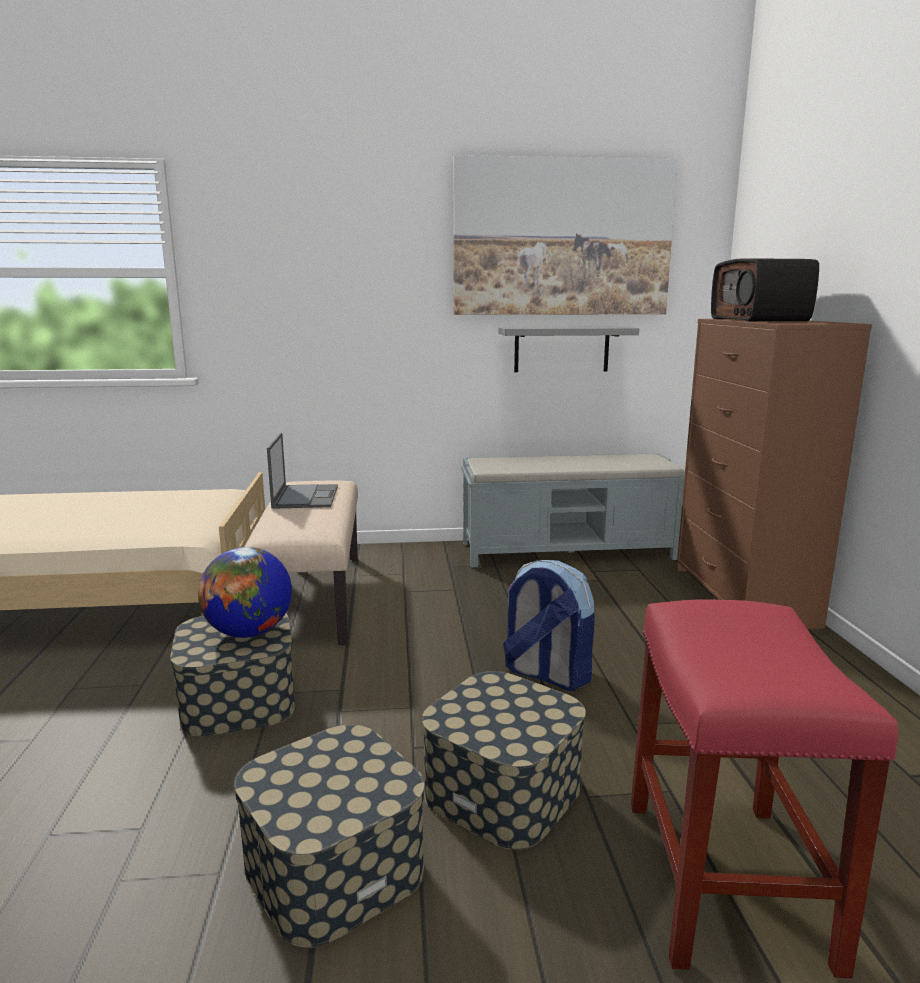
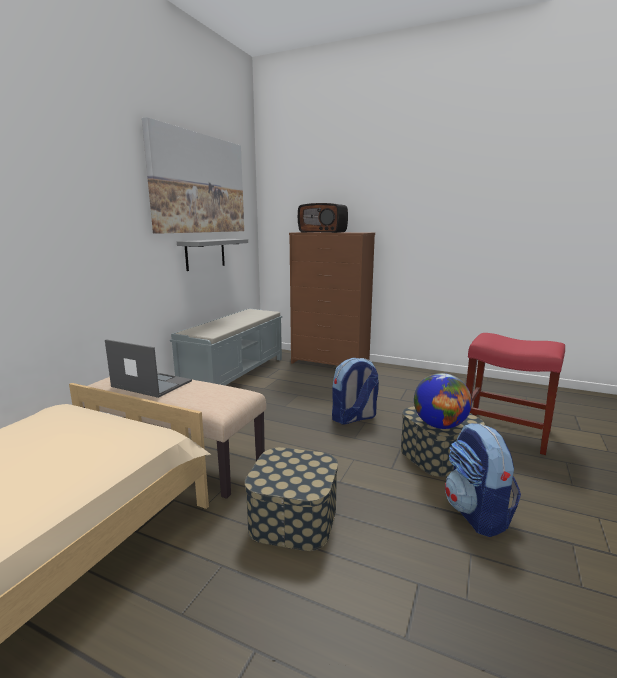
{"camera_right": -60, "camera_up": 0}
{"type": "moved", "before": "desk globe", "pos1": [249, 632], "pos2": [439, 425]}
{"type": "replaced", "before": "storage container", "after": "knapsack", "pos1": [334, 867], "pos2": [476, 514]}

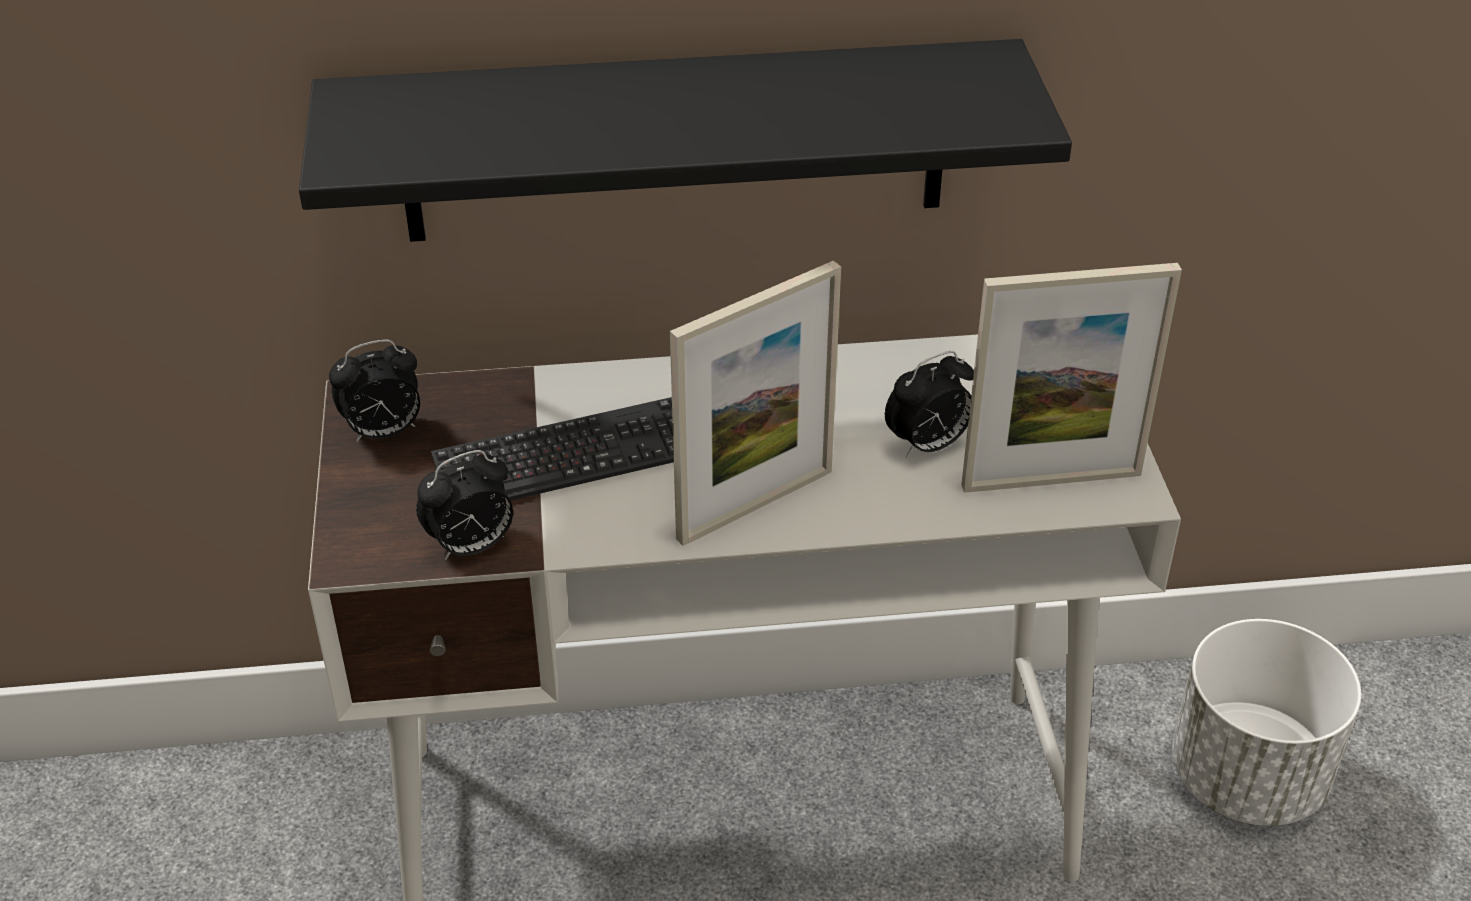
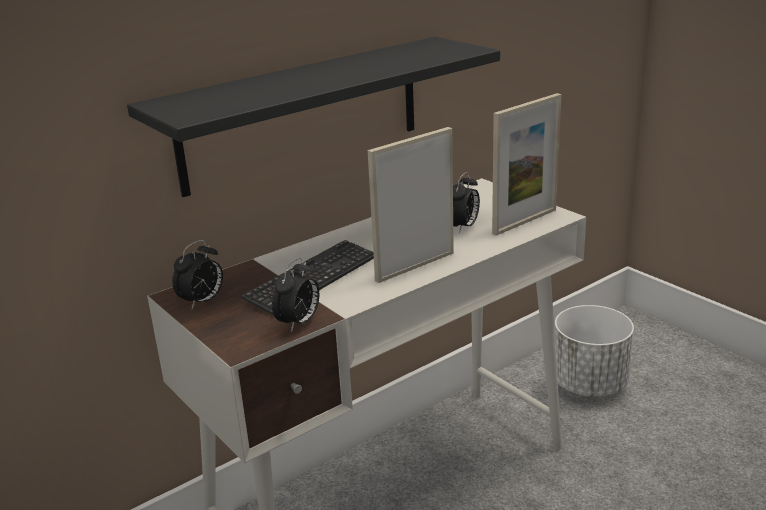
{"camera_right": -30, "camera_up": -15}
{"type": "turned", "before": "photo frame", "pos1": [755, 505], "pos2": [415, 266], "turn": -150}

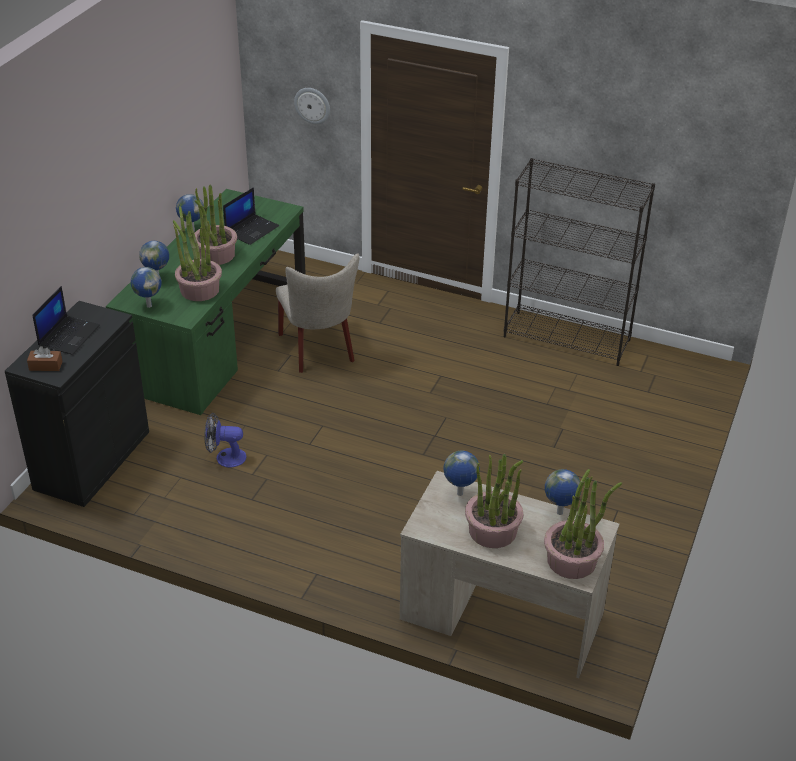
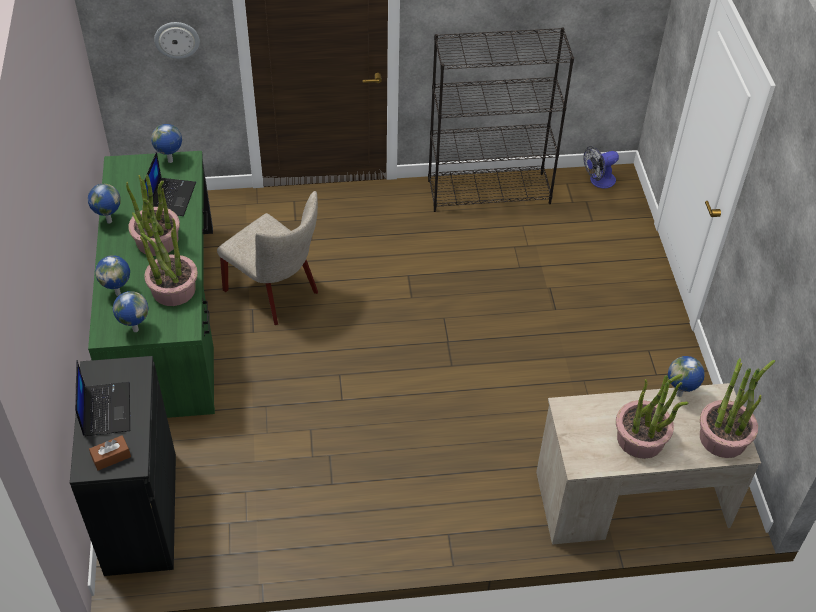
{"camera_right": -30, "camera_up": 10}
{"type": "moved", "before": "electric fan", "pos1": [225, 457], "pos2": [598, 181]}
{"type": "moved", "before": "desk globe", "pos1": [460, 494], "pos2": [170, 161]}

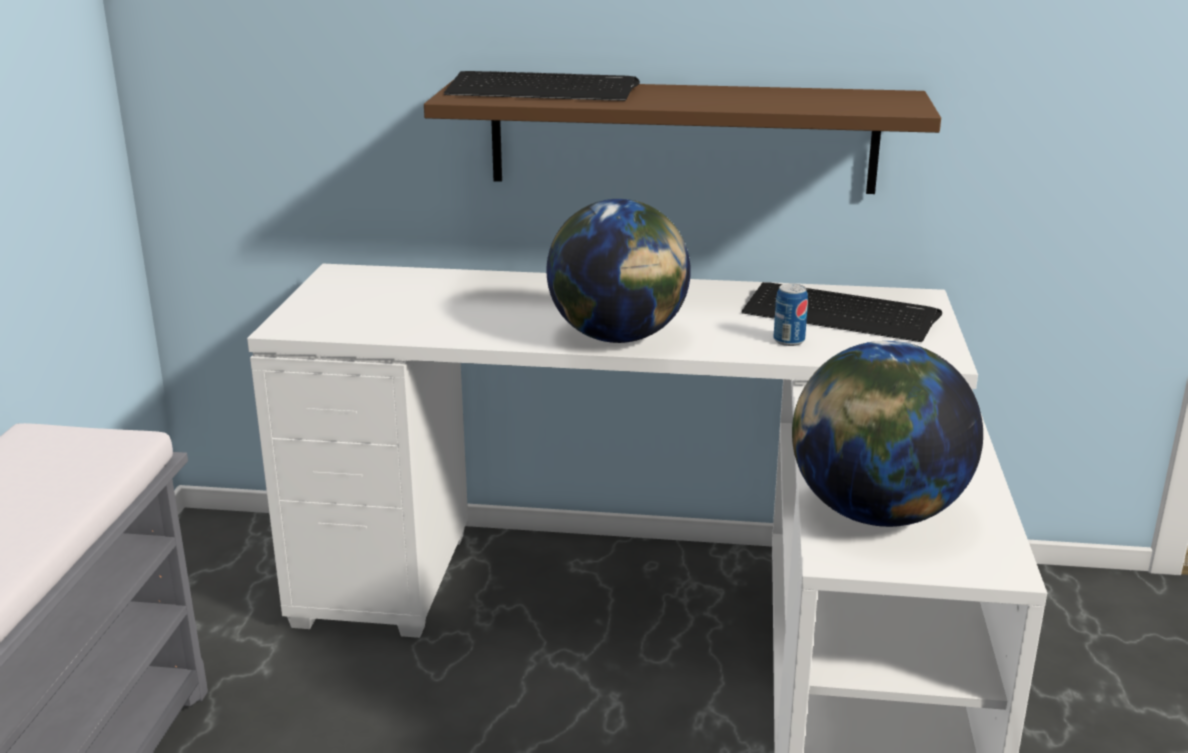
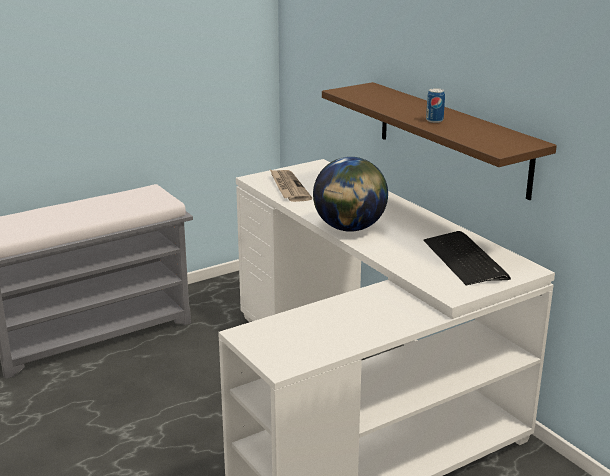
{"camera_right": 50, "camera_up": 0}
{"type": "removed", "before": "keyboard", "pos1": [541, 91]}
{"type": "moved", "before": "can", "pos1": [789, 341], "pos2": [434, 120]}
{"type": "removed", "before": "desk globe", "pos1": [875, 513]}
{"type": "added", "after": "newspaper", "pos2": [288, 187]}

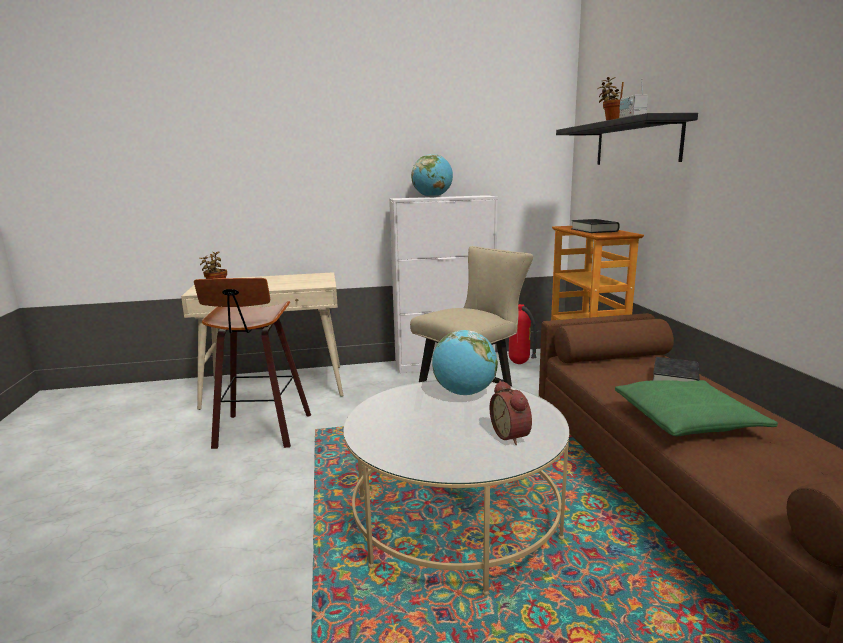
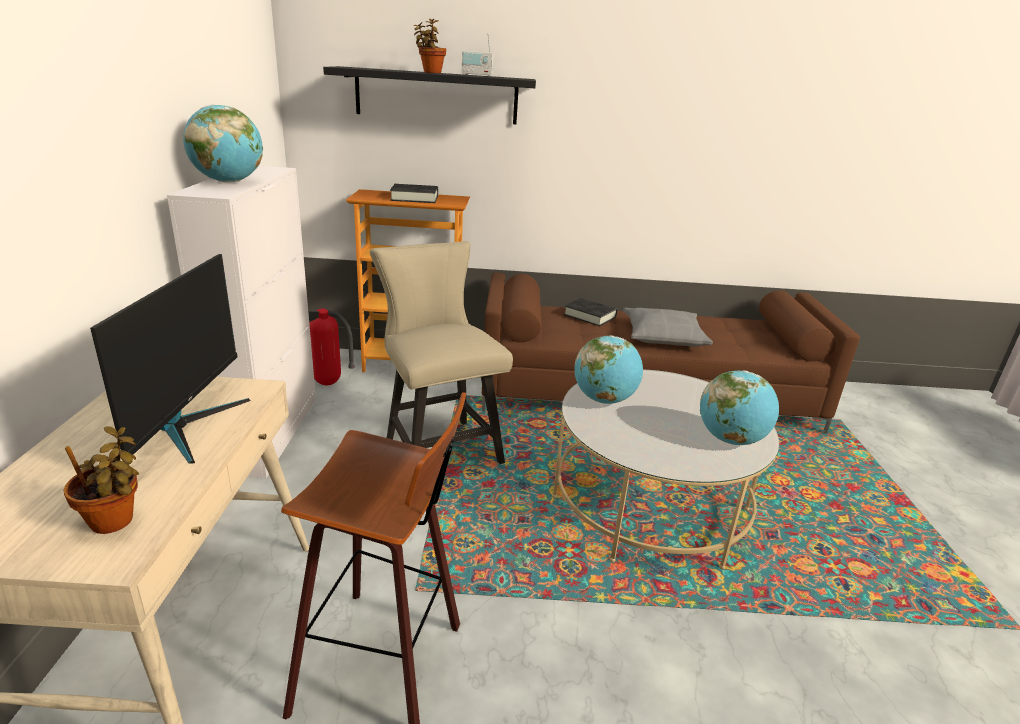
{"camera_right": -80, "camera_up": 10}
{"type": "removed", "before": "alarm clock", "pos1": [512, 435]}
{"type": "recoloured", "before": "green-coloured pillow", "after": "greyish pillow", "pos1": [688, 420], "pos2": [663, 336]}
{"type": "added", "after": "monitor", "pos2": [188, 425]}
{"type": "added", "after": "desk globe", "pos2": [731, 440]}

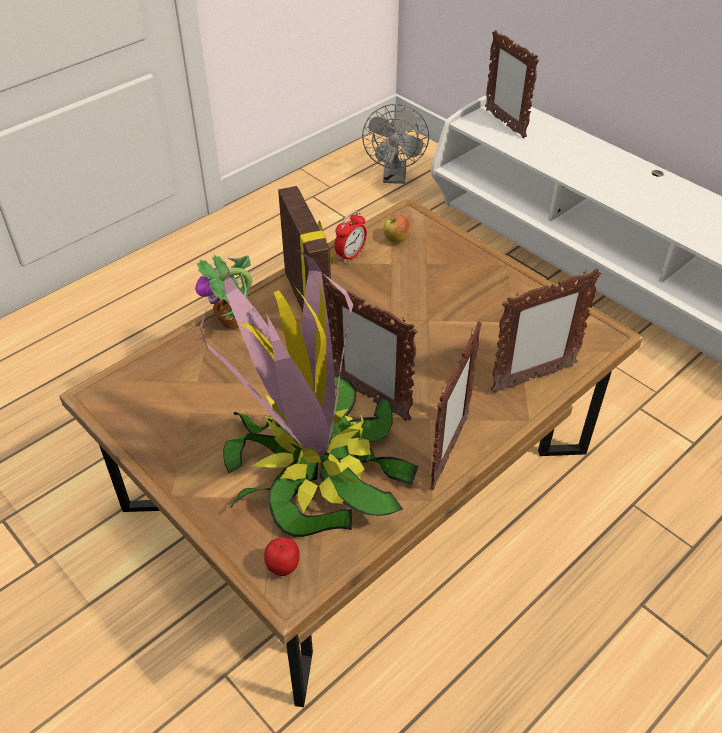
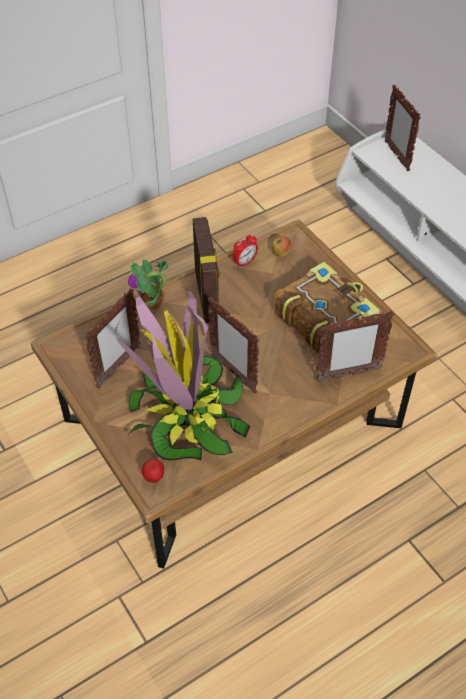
{"camera_right": 10, "camera_up": 5}
{"type": "removed", "before": "greyish electric fan", "pos1": [395, 177]}
{"type": "moved", "before": "photo frame", "pos1": [448, 453], "pos2": [118, 367]}
{"type": "added", "after": "bound book", "pos2": [324, 318]}

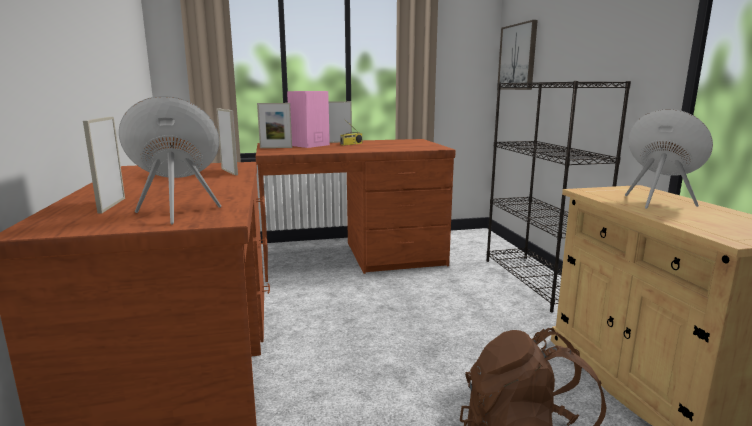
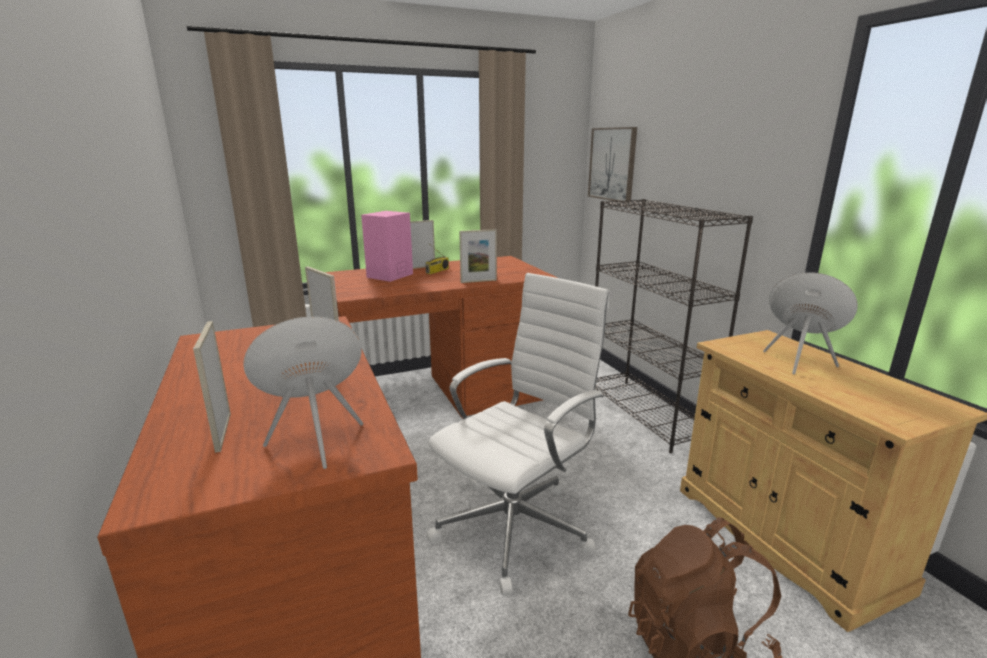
{"camera_right": -10, "camera_up": 5}
{"type": "moved", "before": "photo frame", "pos1": [276, 147], "pos2": [478, 281]}
{"type": "added", "after": "whitish desk chair", "pos2": [517, 526]}

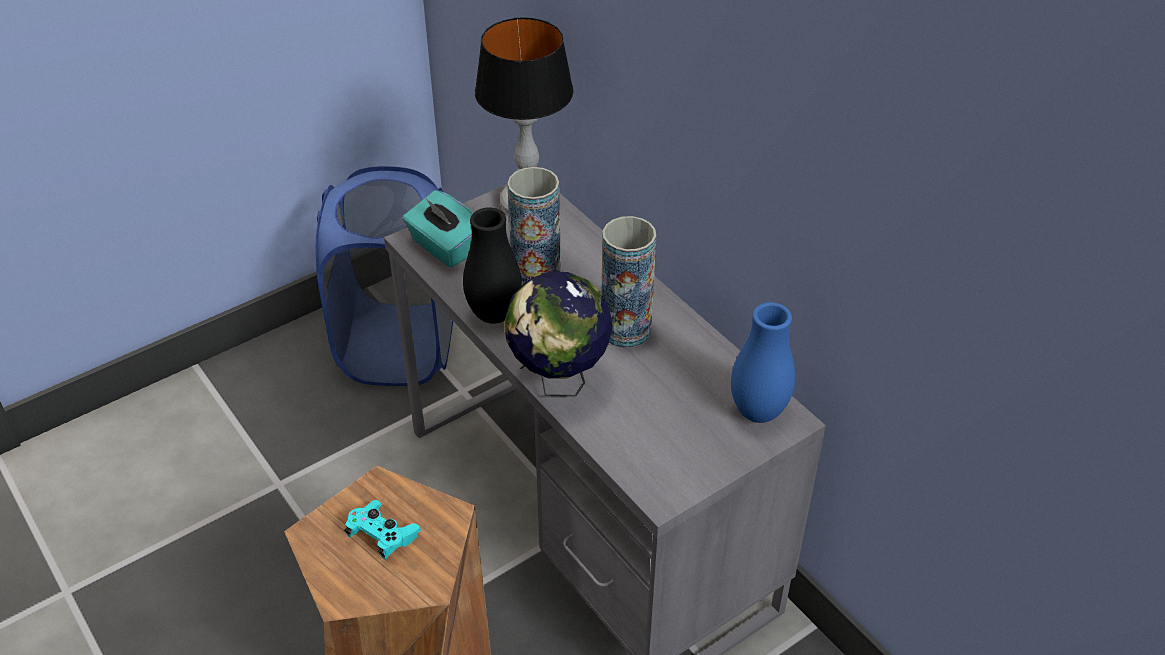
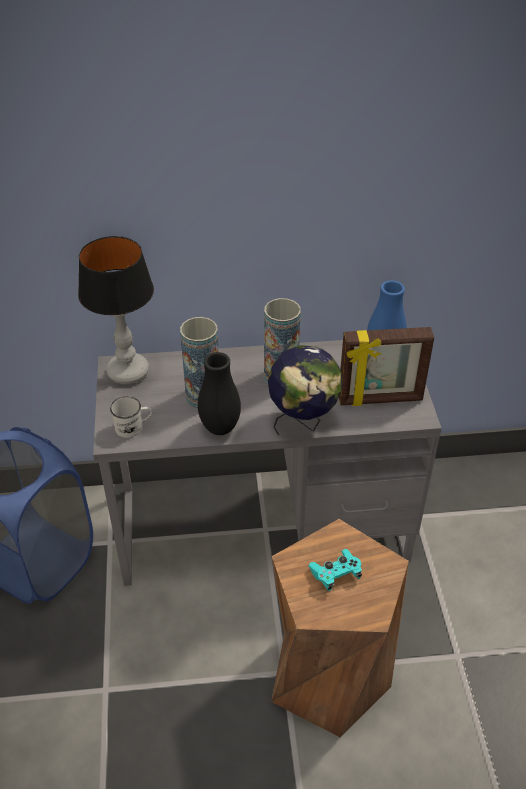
{"camera_right": -60, "camera_up": 0}
{"type": "replaced", "before": "turquoise tissue box", "after": "whitish coffee mug", "pos1": [445, 247], "pos2": [133, 427]}
{"type": "added", "after": "photo frame", "pos2": [380, 400]}

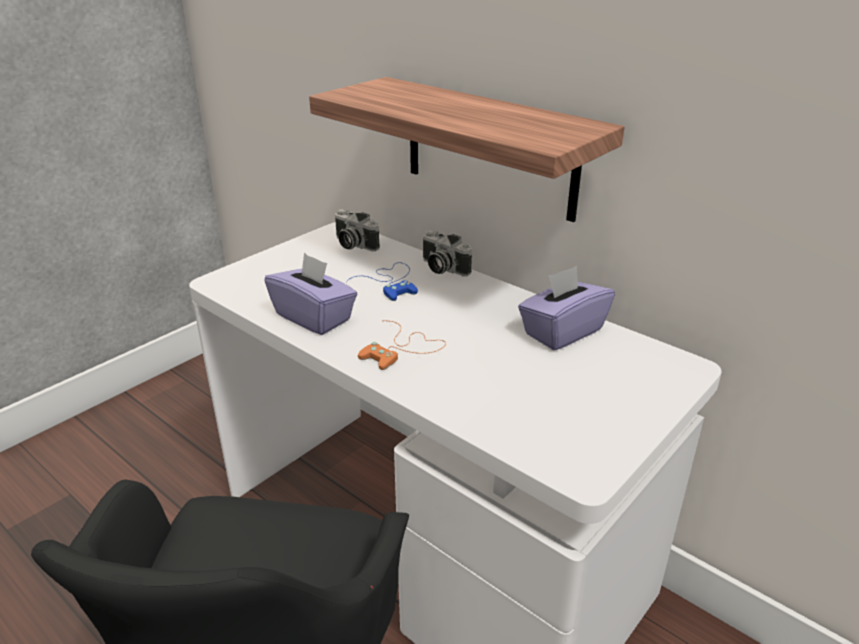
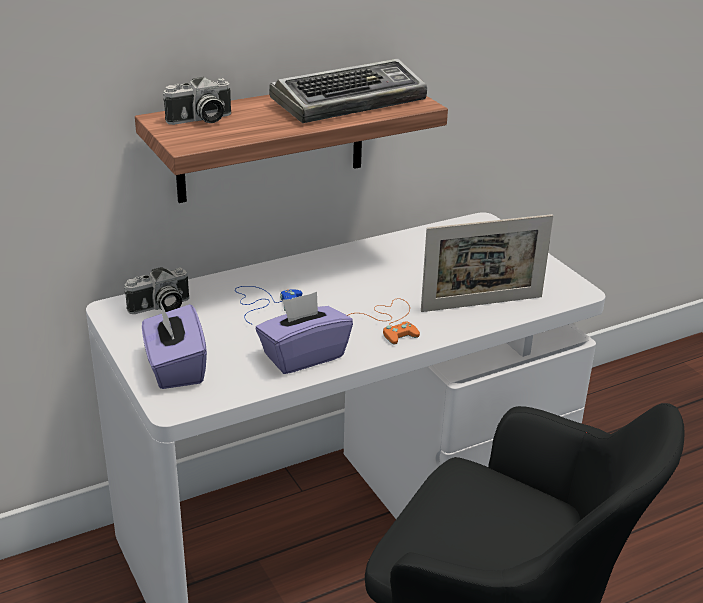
{"camera_right": -70, "camera_up": 0}
{"type": "moved", "before": "photo camera", "pos1": [442, 268], "pos2": [200, 120]}
{"type": "moved", "before": "purplish tissue box", "pos1": [562, 332], "pos2": [175, 368]}
{"type": "added", "after": "keyboard", "pos2": [350, 102]}
{"type": "added", "after": "photo frame", "pos2": [482, 304]}

